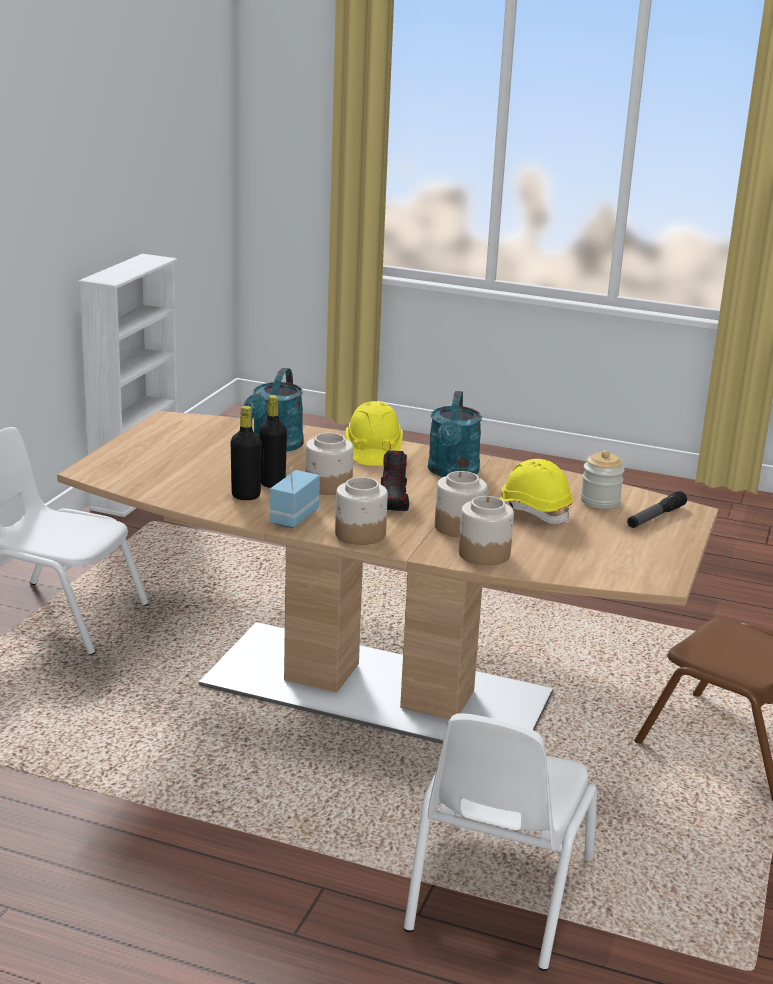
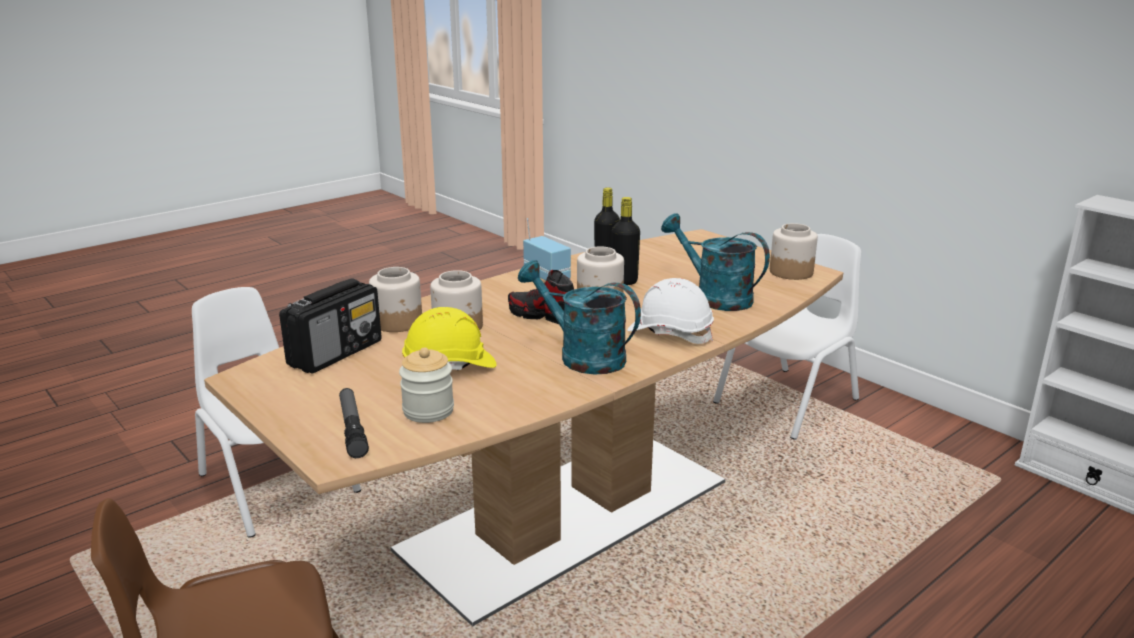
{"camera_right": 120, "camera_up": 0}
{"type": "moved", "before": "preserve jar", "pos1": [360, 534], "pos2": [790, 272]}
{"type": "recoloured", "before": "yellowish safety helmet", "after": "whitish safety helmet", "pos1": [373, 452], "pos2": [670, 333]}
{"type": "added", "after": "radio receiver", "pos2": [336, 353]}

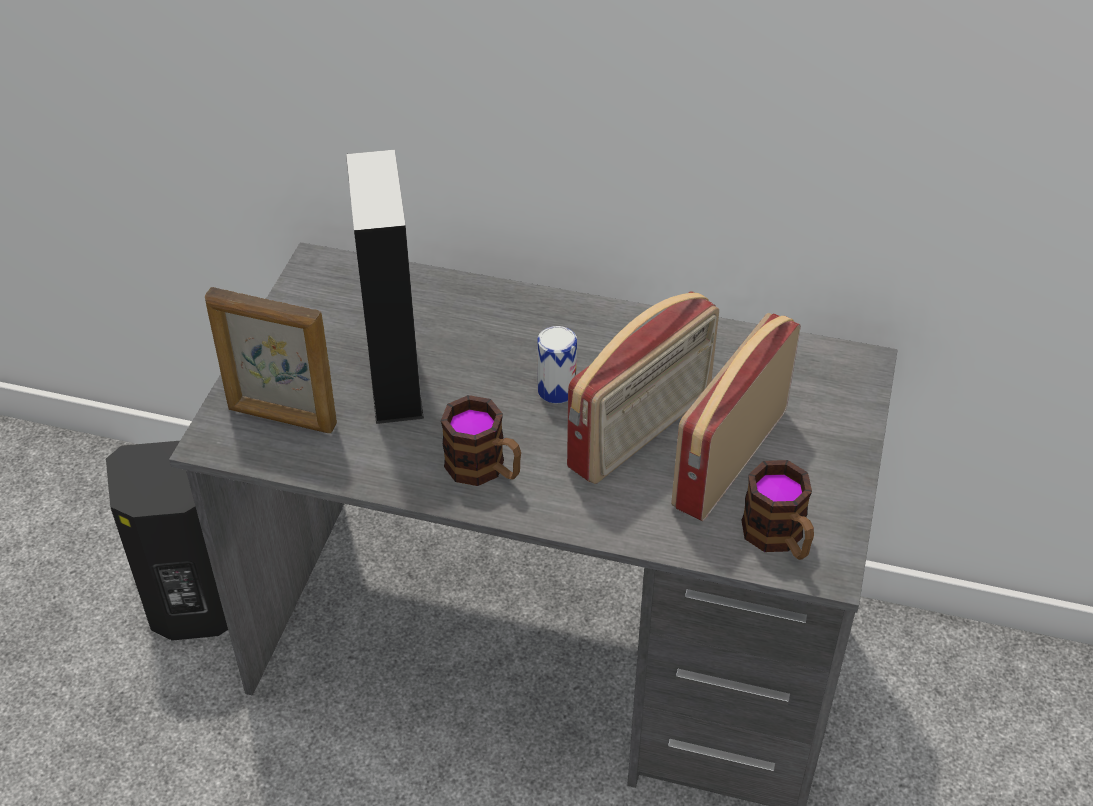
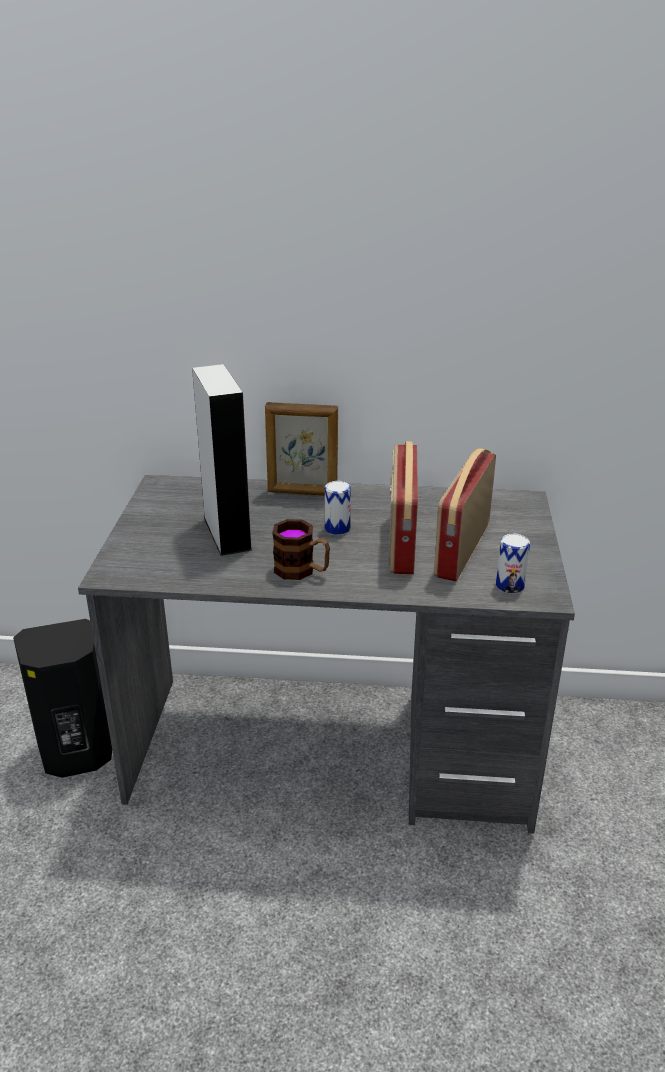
{"camera_right": -10, "camera_up": -15}
{"type": "moved", "before": "photo frame", "pos1": [282, 417], "pos2": [302, 493]}
{"type": "turned", "before": "radio receiver", "pos1": [642, 432], "pos2": [400, 543], "turn": 150}
{"type": "replaced", "before": "coffee mug", "after": "can", "pos1": [779, 539], "pos2": [509, 585]}

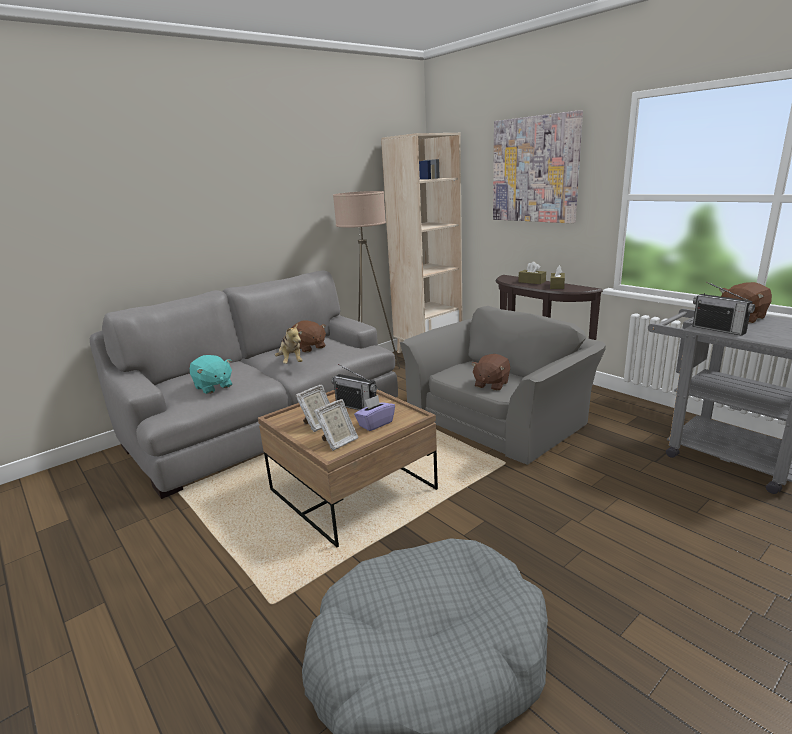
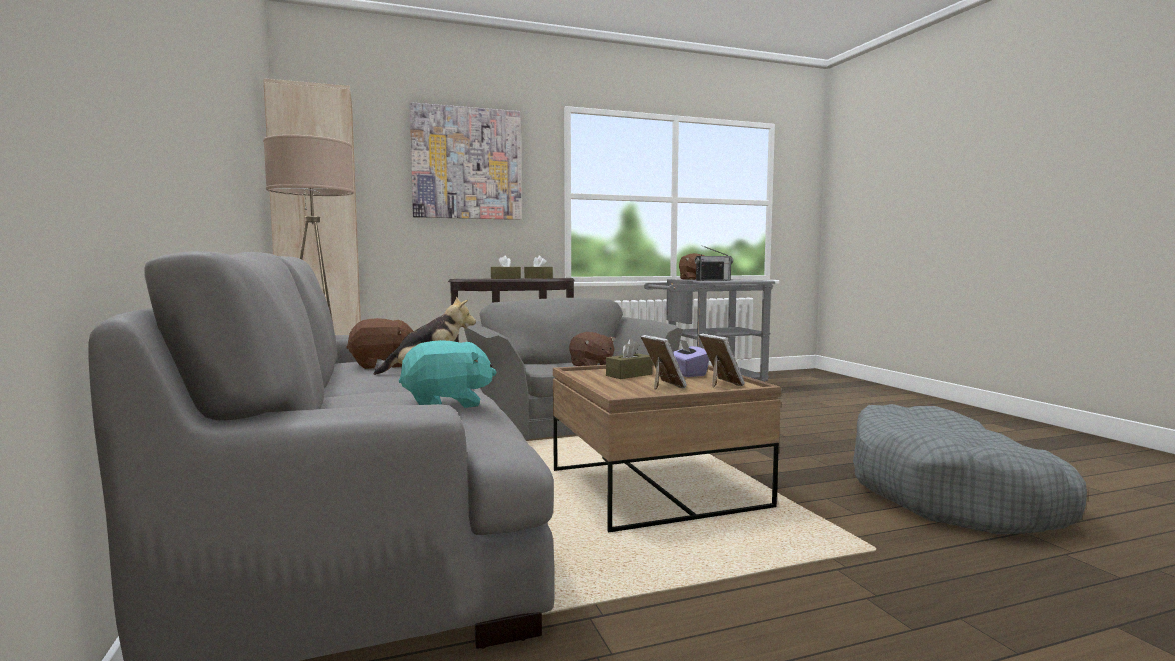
{"camera_right": -70, "camera_up": -15}
{"type": "replaced", "before": "radio receiver", "after": "brownish tissue box", "pos1": [356, 406], "pos2": [629, 375]}

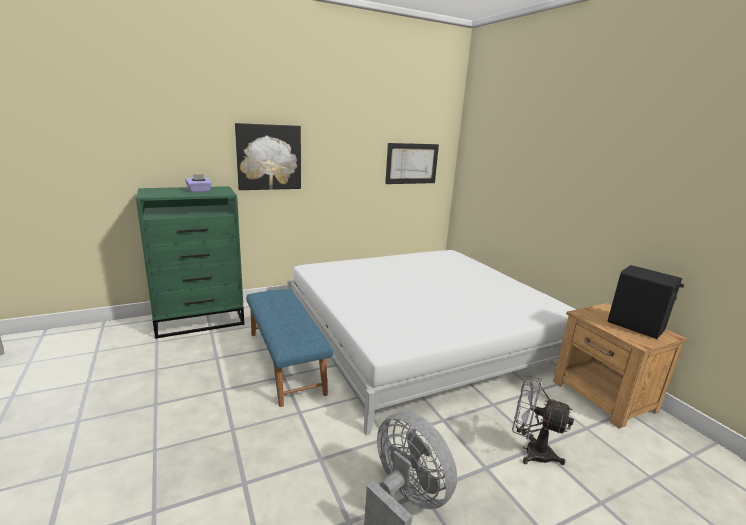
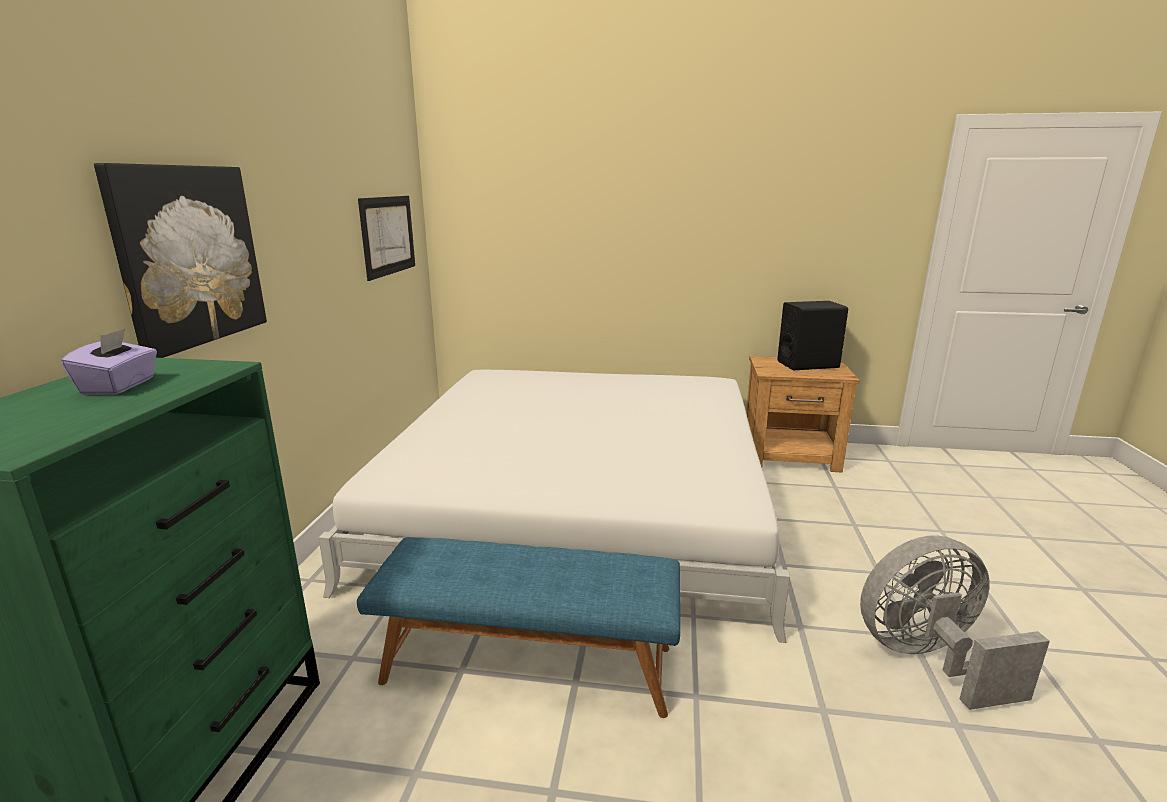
{"camera_right": -55, "camera_up": 0}
{"type": "removed", "before": "greyish electric fan", "pos1": [531, 451]}

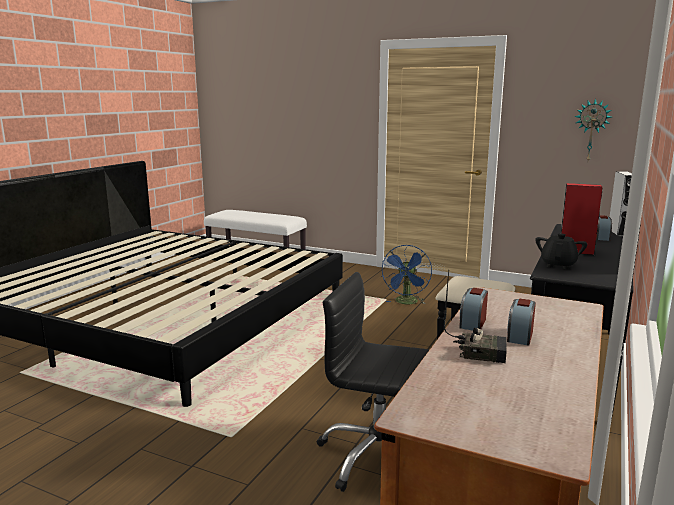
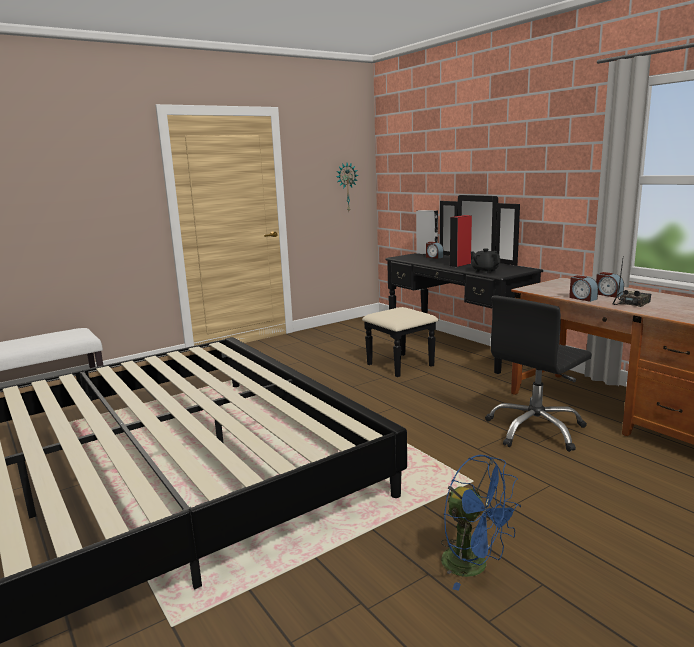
{"camera_right": -60, "camera_up": 0}
{"type": "moved", "before": "bluish electric fan", "pos1": [406, 303], "pos2": [474, 566]}

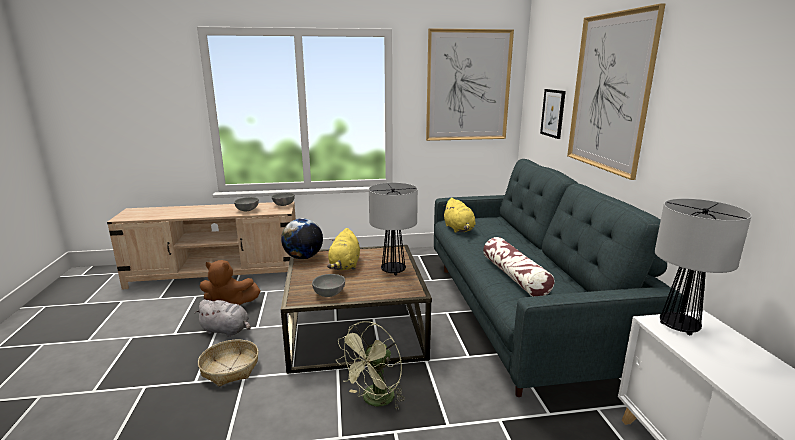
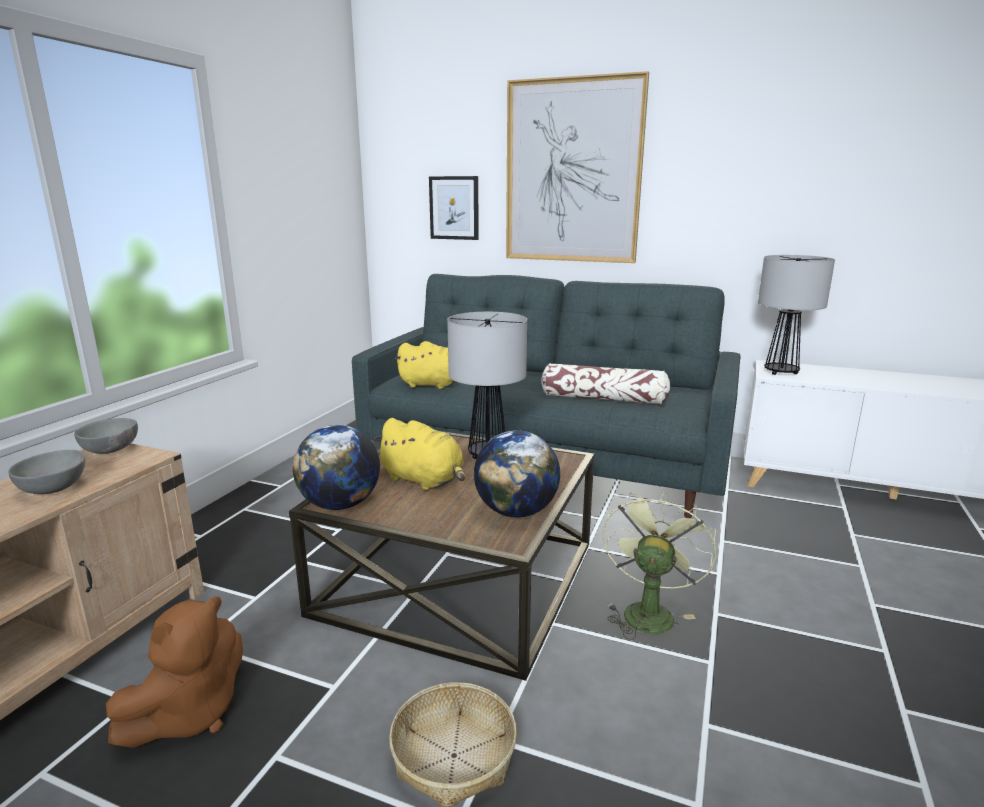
{"camera_right": -60, "camera_up": 0}
{"type": "removed", "before": "greyish plush toy", "pos1": [227, 330]}
{"type": "replaced", "before": "greyish deep dish", "after": "desk globe", "pos1": [330, 294], "pos2": [516, 512]}
{"type": "turned", "before": "green-coloured electric fan", "pos1": [374, 401], "pos2": [648, 611], "turn": -135}
{"type": "removed", "before": "wall picture", "pos1": [468, 86]}

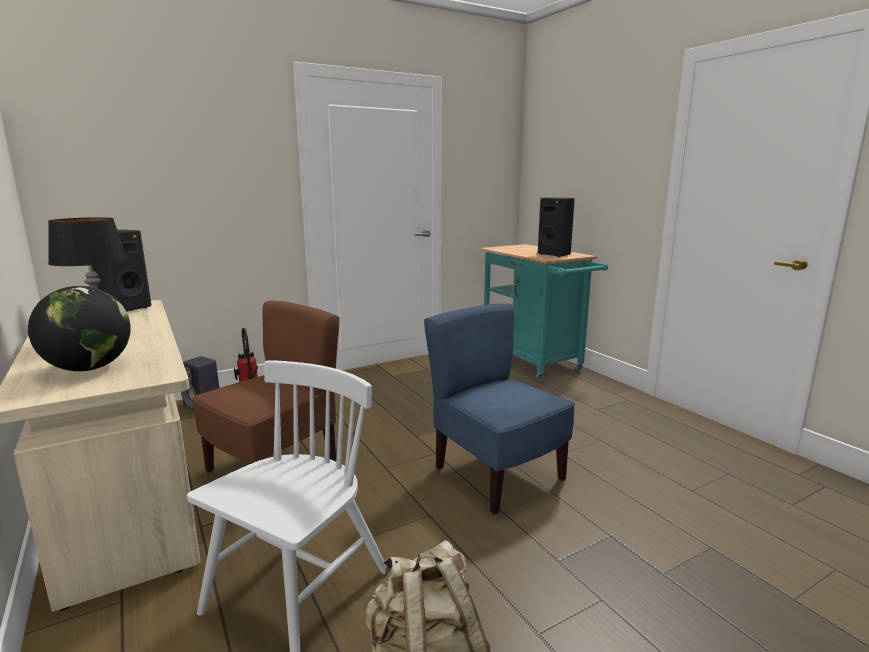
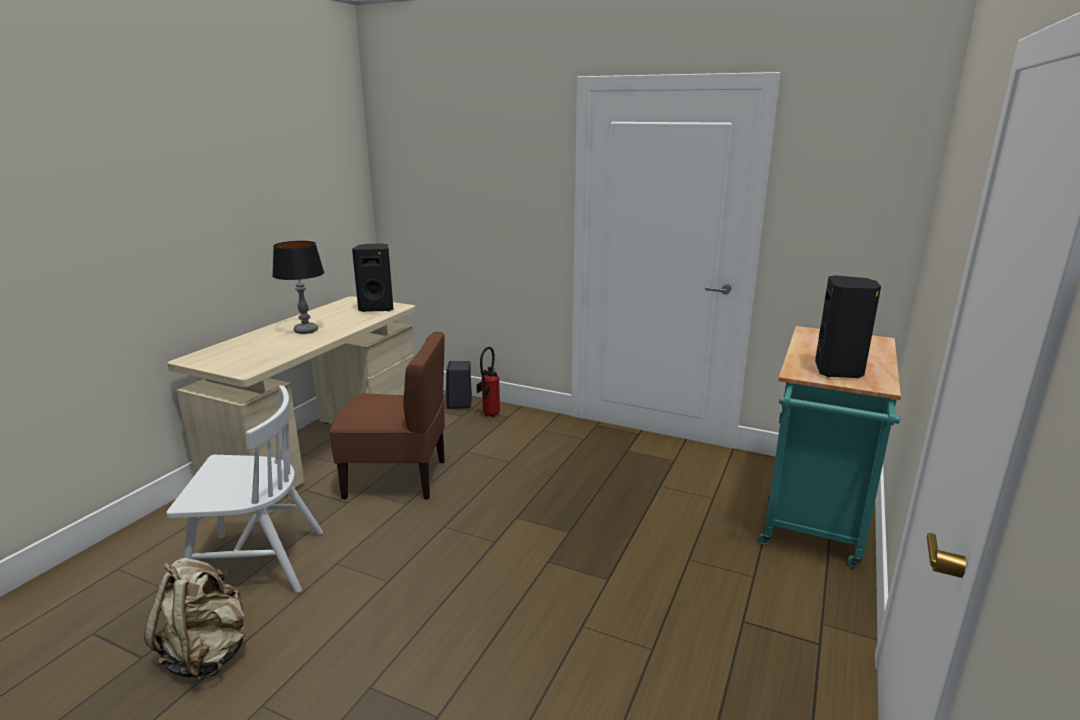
{"camera_right": 55, "camera_up": 5}
{"type": "removed", "before": "desk globe", "pos1": [89, 368]}
{"type": "removed", "before": "bluish chair", "pos1": [496, 475]}

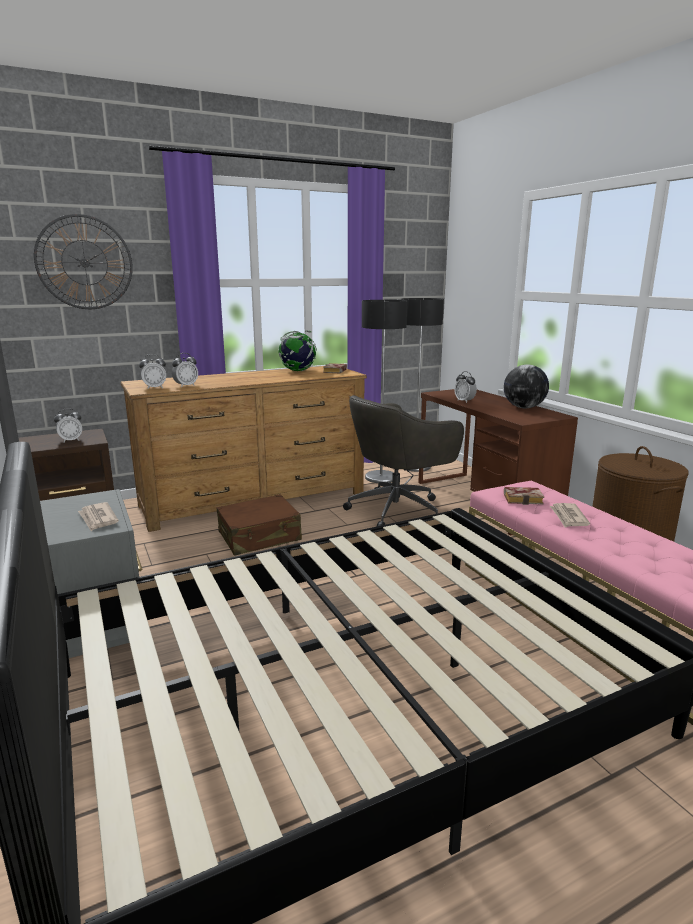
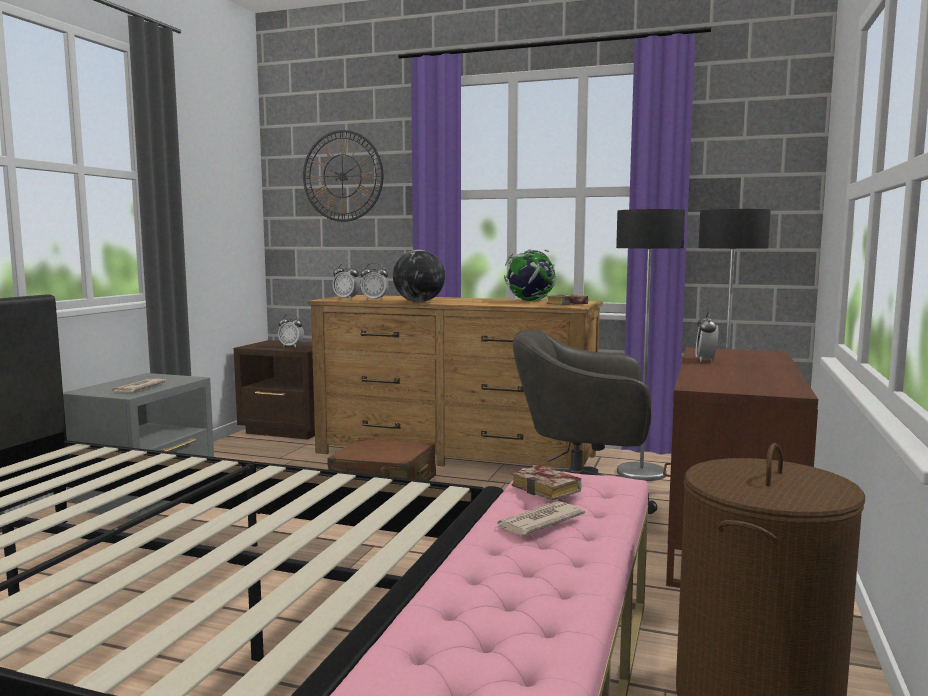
{"camera_right": 45, "camera_up": -10}
{"type": "moved", "before": "desk globe", "pos1": [523, 407], "pos2": [418, 302]}

